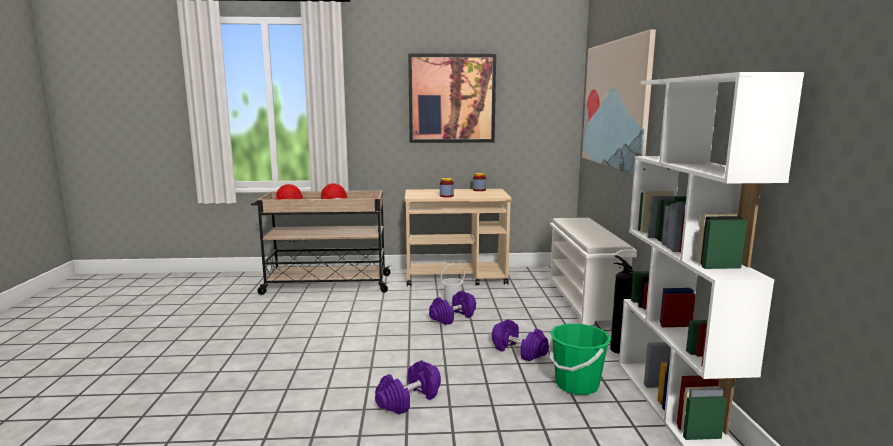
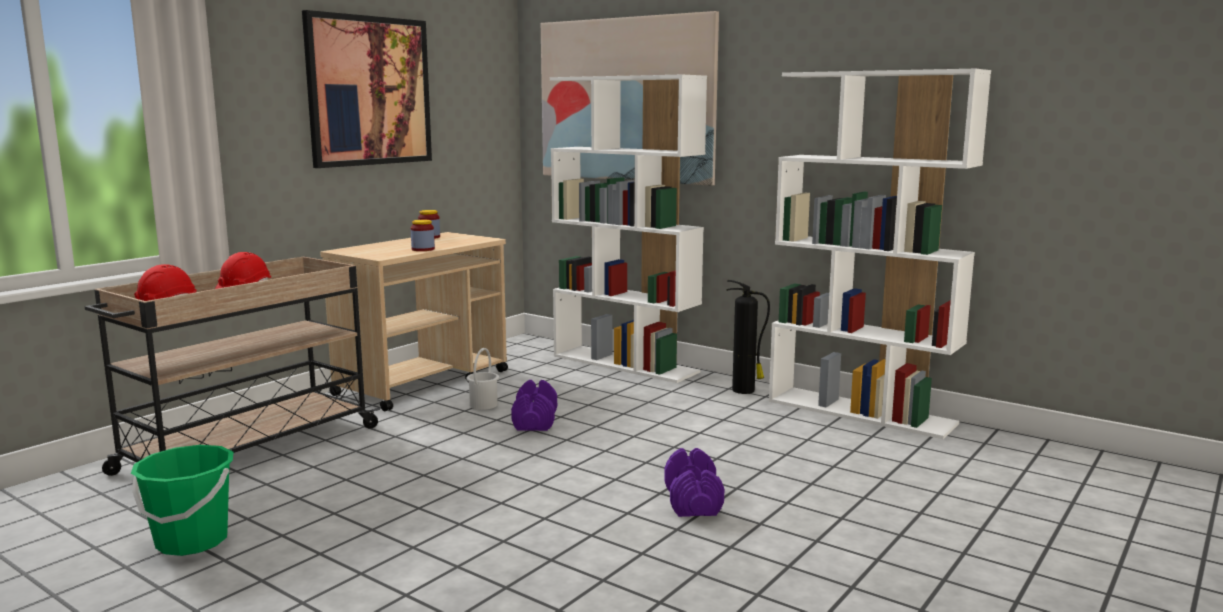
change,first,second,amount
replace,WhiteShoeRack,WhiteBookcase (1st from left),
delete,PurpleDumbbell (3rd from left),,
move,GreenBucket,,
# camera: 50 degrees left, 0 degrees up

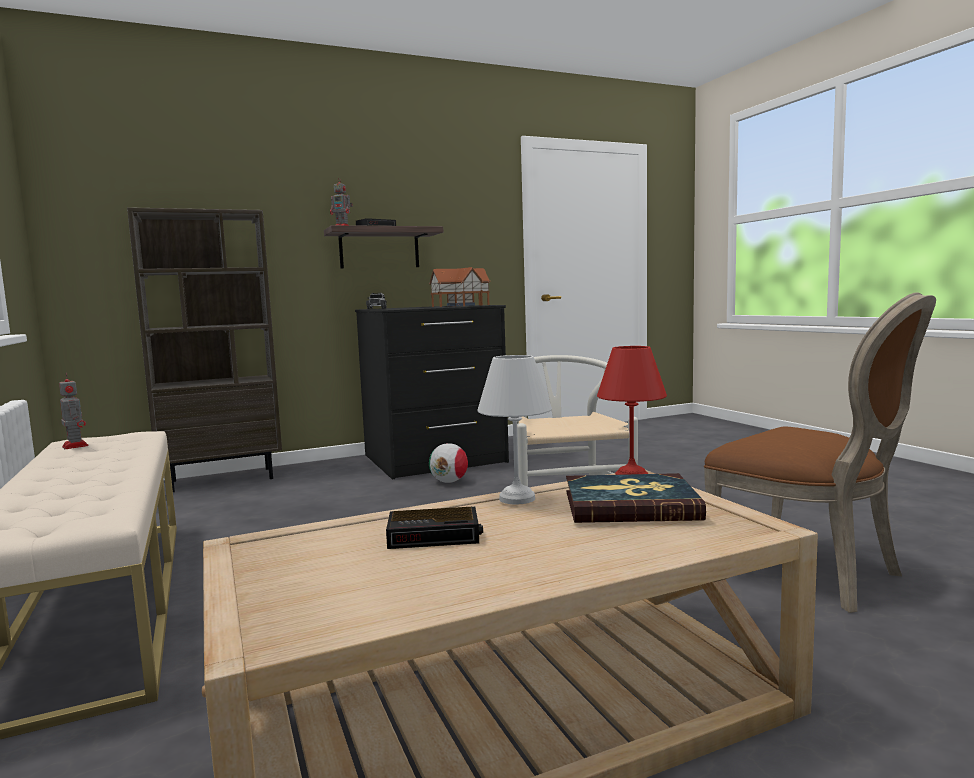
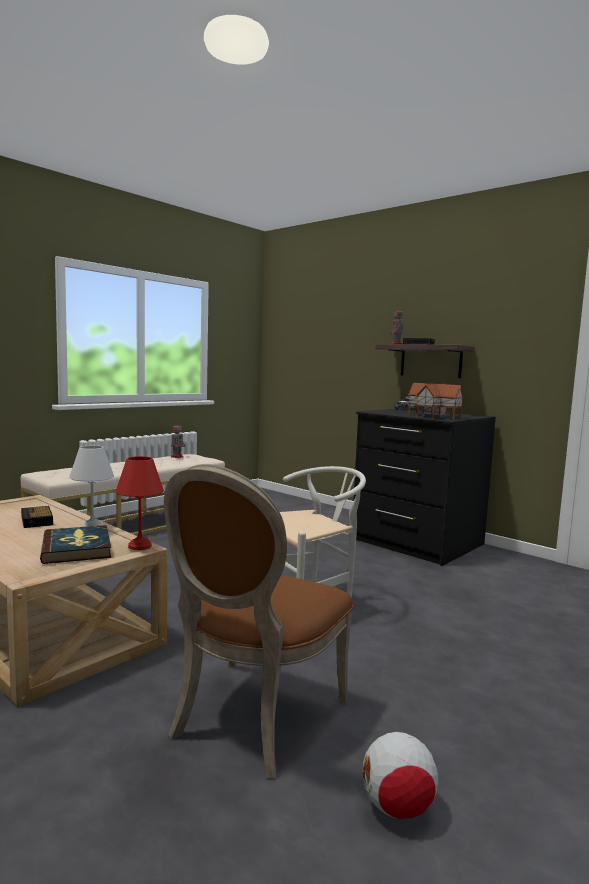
change,first,second,amount
delete,BrownBookcase,,
move,Football,,
# camera: 65 degrees right, 0 degrees up

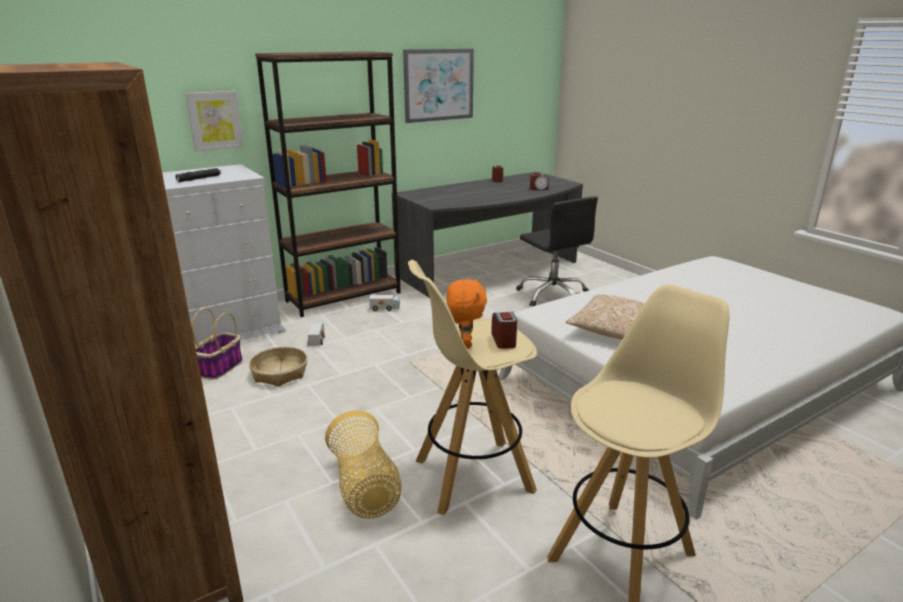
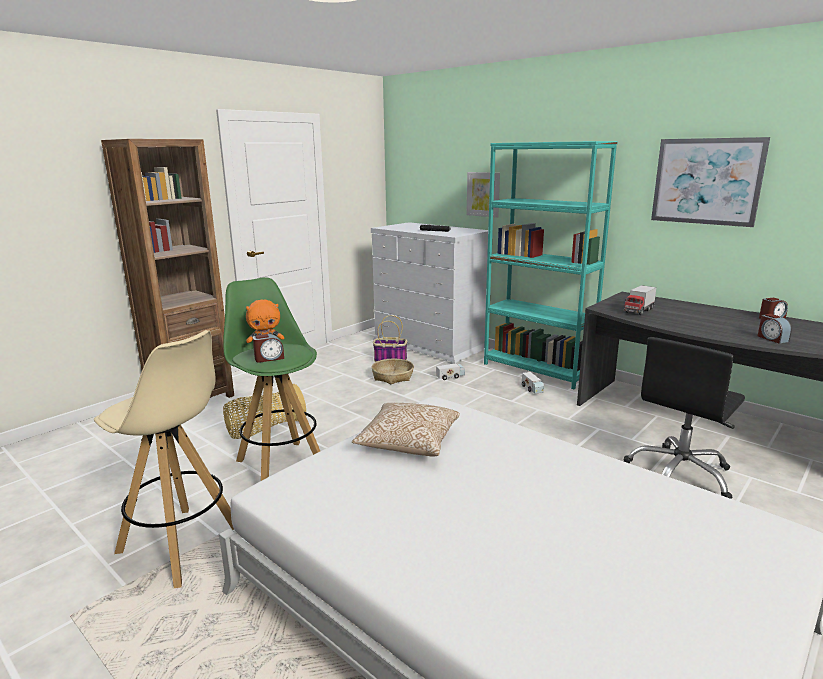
change,first,second,amount
recolor,BrownBookcase (2nd from left),TurquoiseBookcase,
recolor,BeigeStool (1st from left),GreenStool,
insert,,ToyTruck (3rd from left),
# camera: 75 degrees right, 5 degrees down

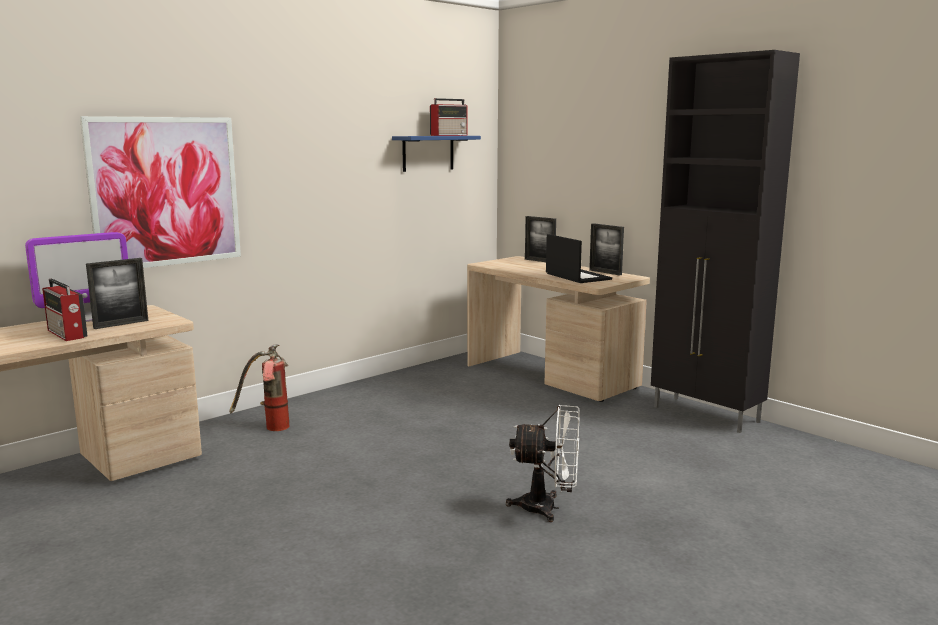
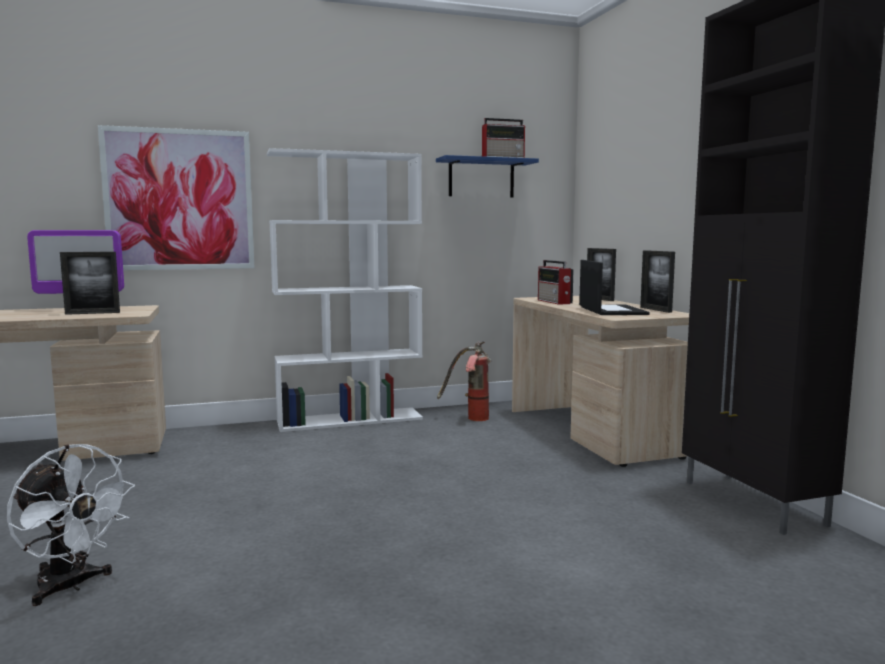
change,first,second,amount
move,Radio (1st from left in the first image),Radio (2nd from left),
move,FireExtinguisher,,
move,WhiteFan,,
insert,,WhiteBookcase,
# camera: 25 degrees right, 5 degrees down

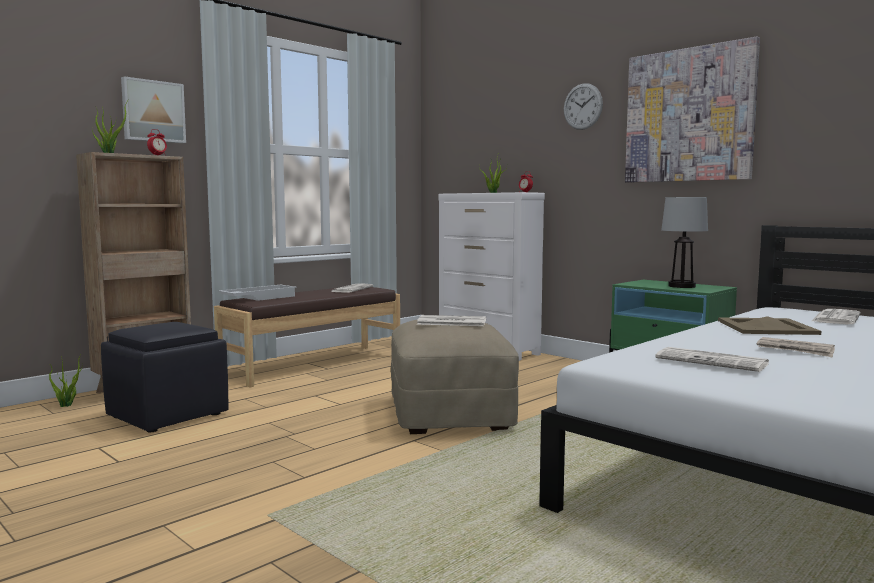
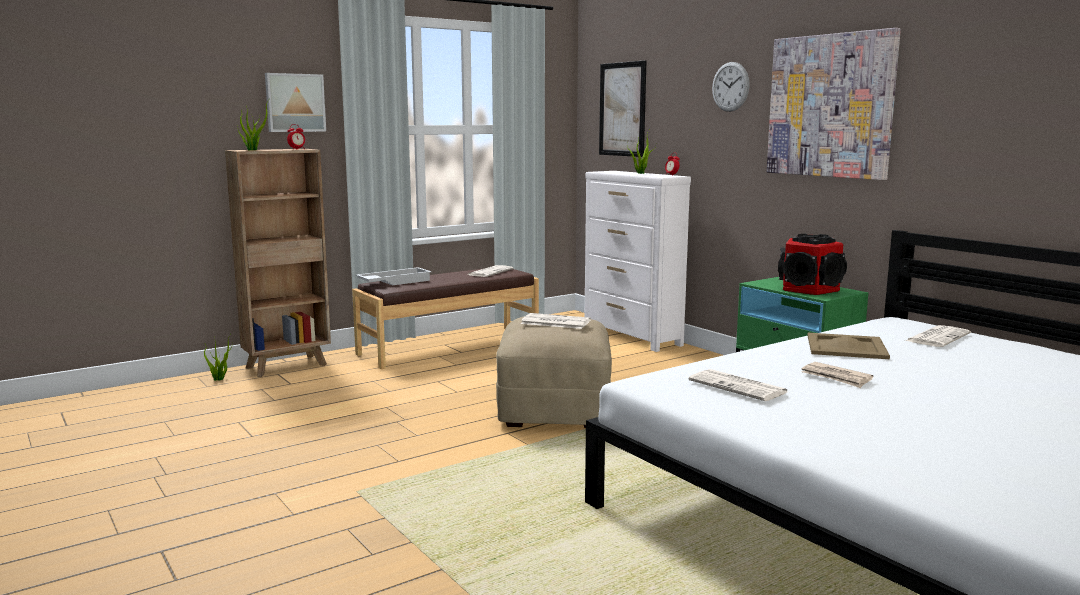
change,first,second,amount
replace,TableLamp,Speaker,
delete,BlackOttoman,,
insert,,Picture (2nd from left),
# camera: 10 degrees right, 5 degrees up

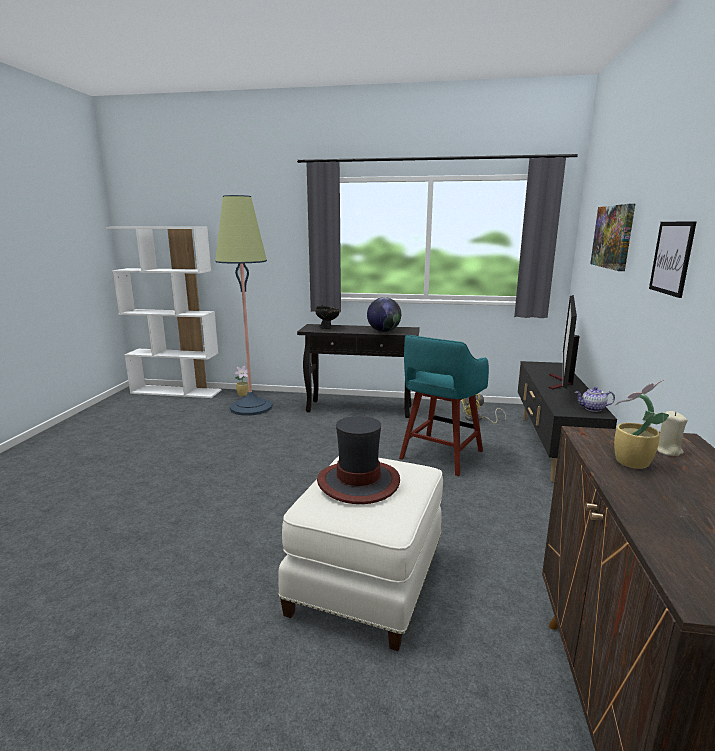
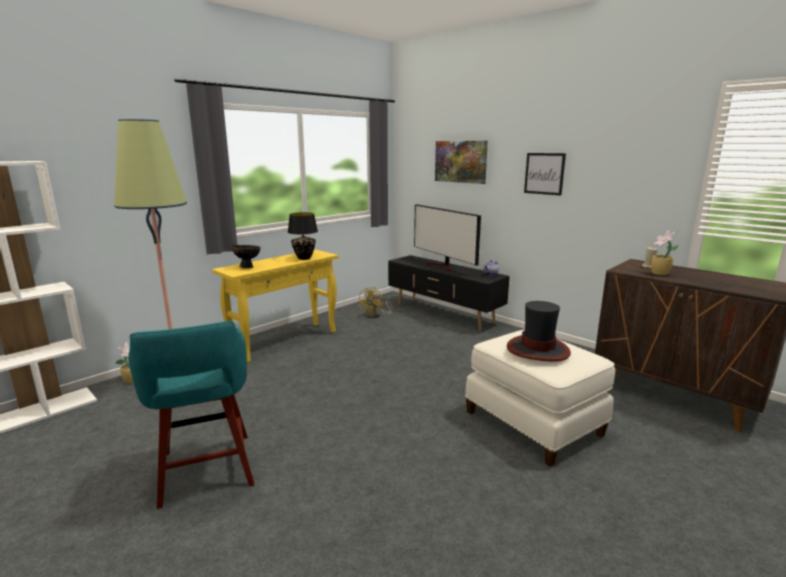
change,first,second,amount
replace,Globe,BlackTableLamp,
recolor,BlackConsoleTable,YellowConsoleTable,
move,TurquoiseStool,,
# camera: 55 degrees left, 0 degrees up

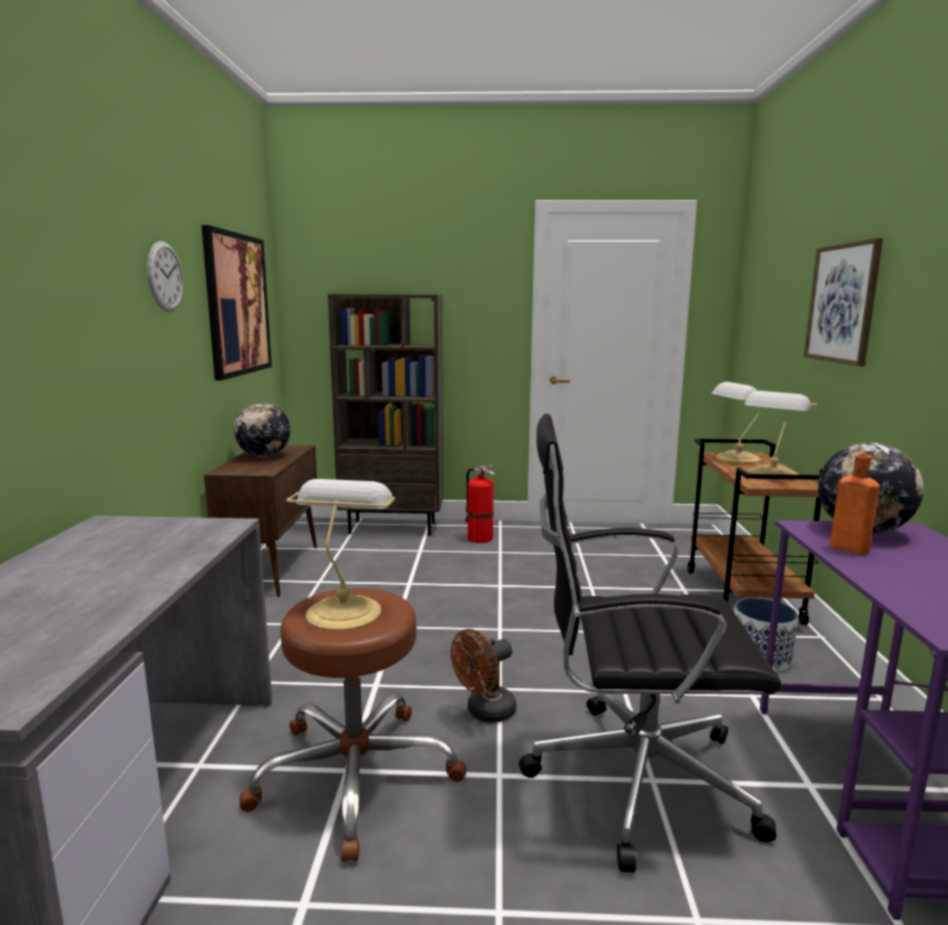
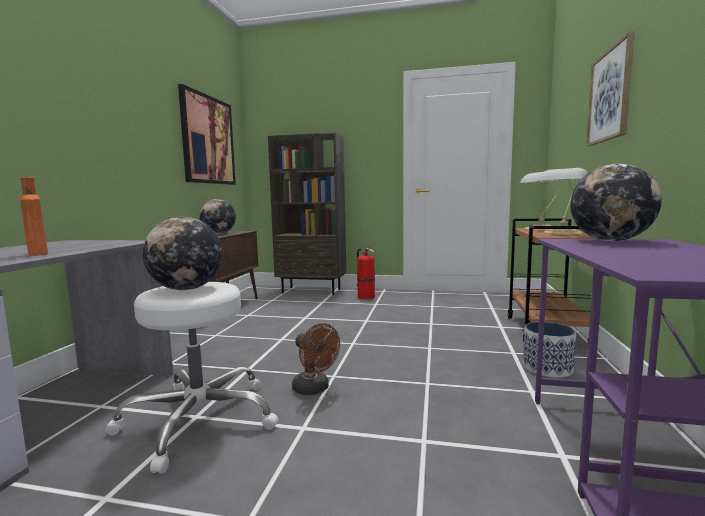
change,first,second,amount
delete,WallClock,,
delete,BlackOfficeChair,,
move,OrangeBottle,,
replace,TableLamp (1st from left),Globe (1st from left),
recolor,BrownStool,WhiteStool,
rotate,BrownFan,,105 degrees counterclockwise
# camera: 10 degrees right, 5 degrees down

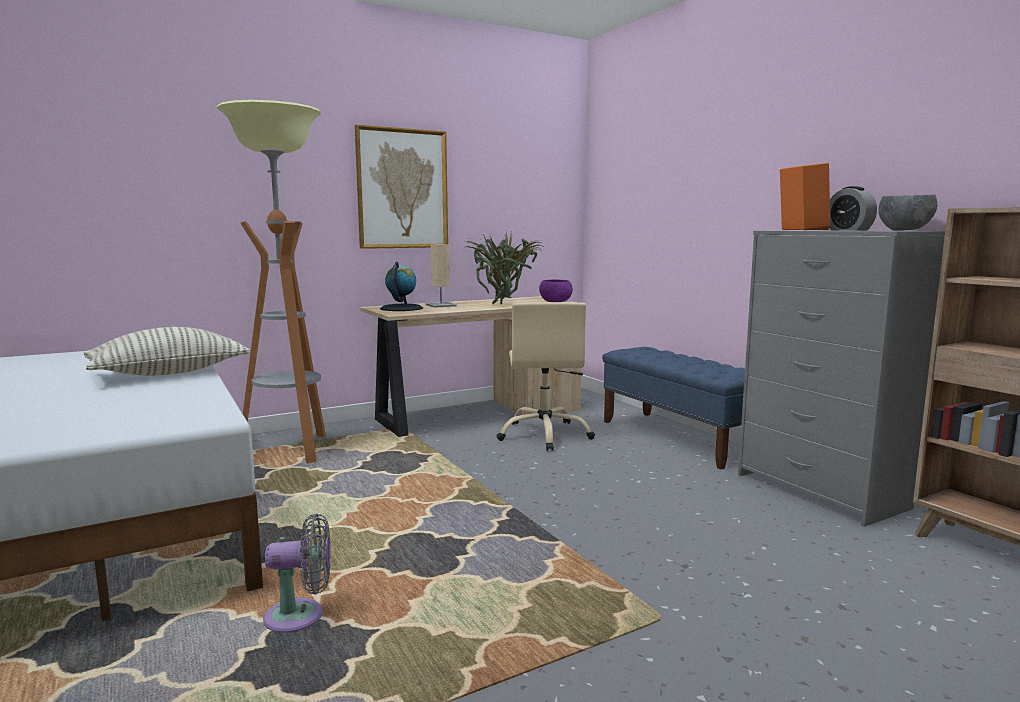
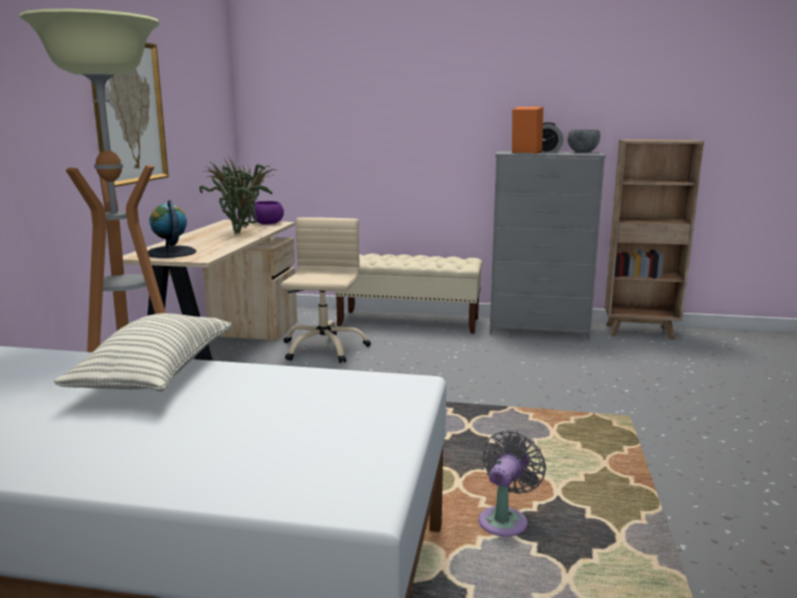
change,first,second,amount
delete,BeigeTableLamp,,
rotate,BeigeOfficeChair,,120 degrees counterclockwise
recolor,BlueBench,BeigeBench,
# camera: 50 degrees left, 5 degrees up

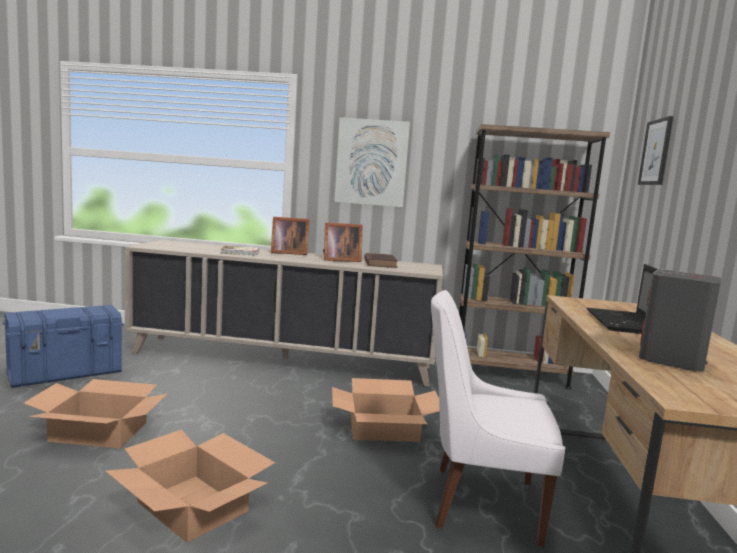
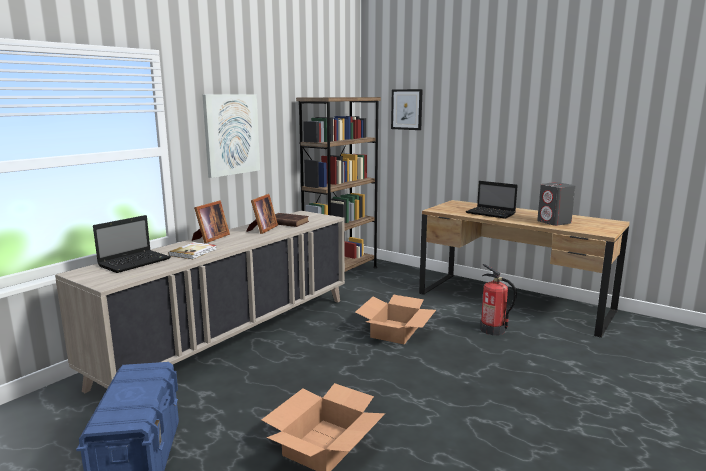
change,first,second,amount
replace,WhiteChair,FireExtinguisher,
delete,CardboardBox (2nd from left),,
insert,,Laptop (1st from left),
# camera: 60 degrees left, 5 degrees up

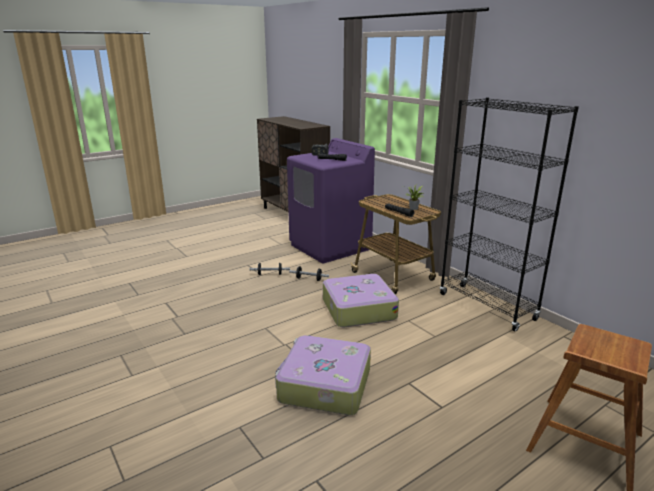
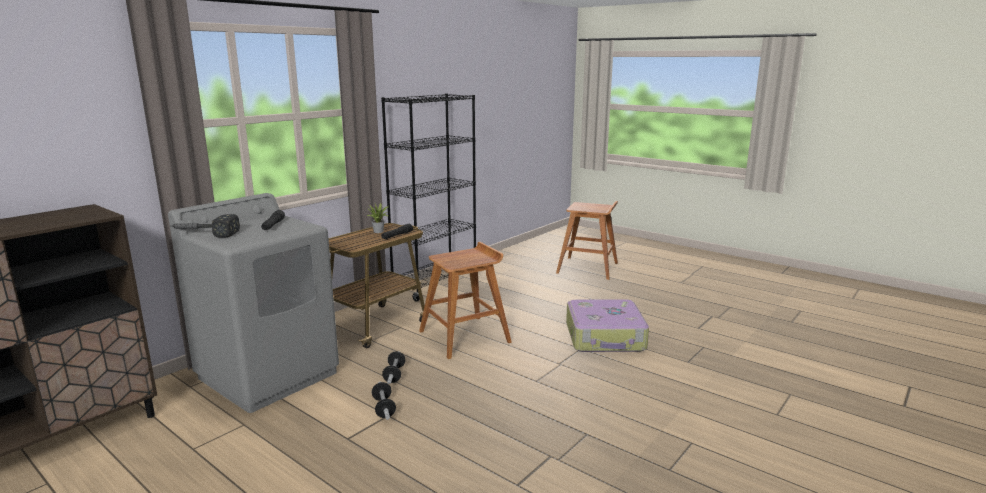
change,first,second,amount
recolor,PurpleWashingMachine,GreyWashingMachine,
replace,Suitcase (2nd from left),BrownStool (1st from left),
# camera: 105 degrees left, 5 degrees down

